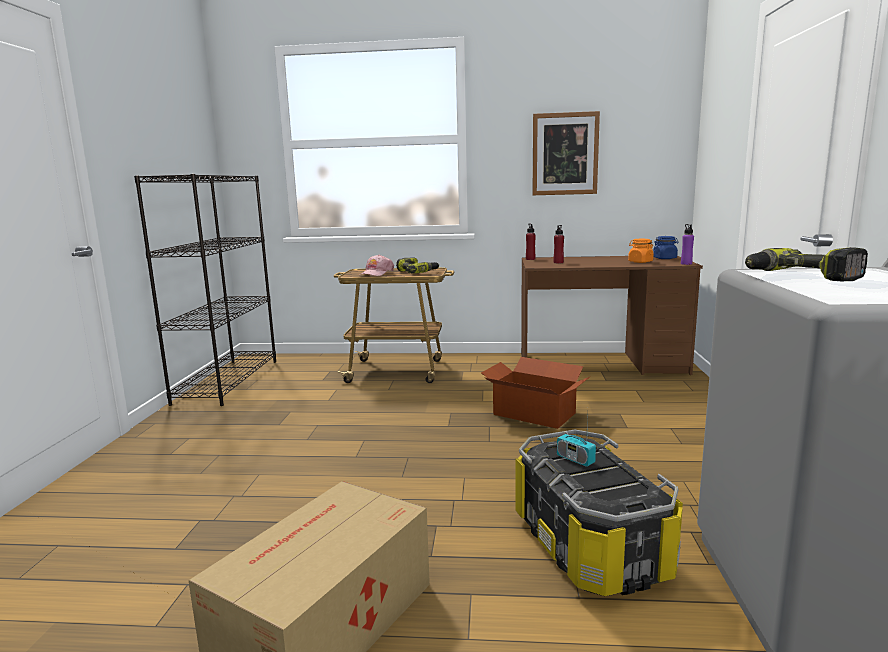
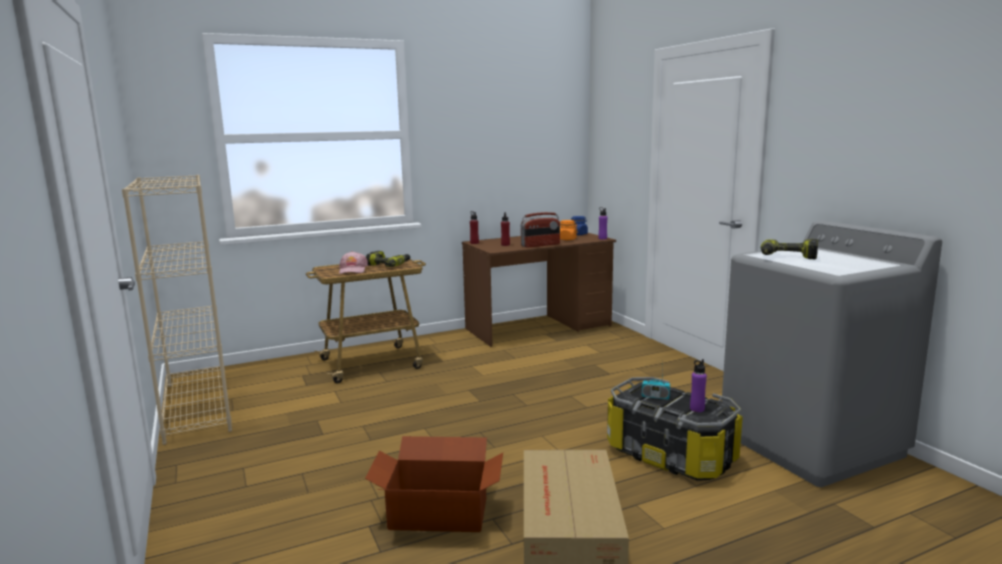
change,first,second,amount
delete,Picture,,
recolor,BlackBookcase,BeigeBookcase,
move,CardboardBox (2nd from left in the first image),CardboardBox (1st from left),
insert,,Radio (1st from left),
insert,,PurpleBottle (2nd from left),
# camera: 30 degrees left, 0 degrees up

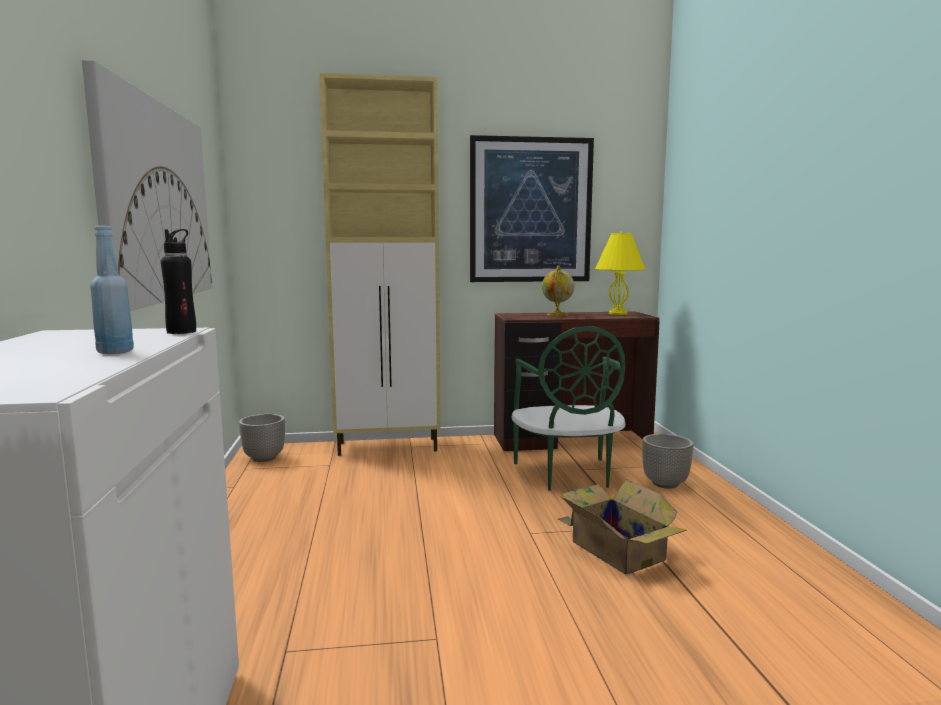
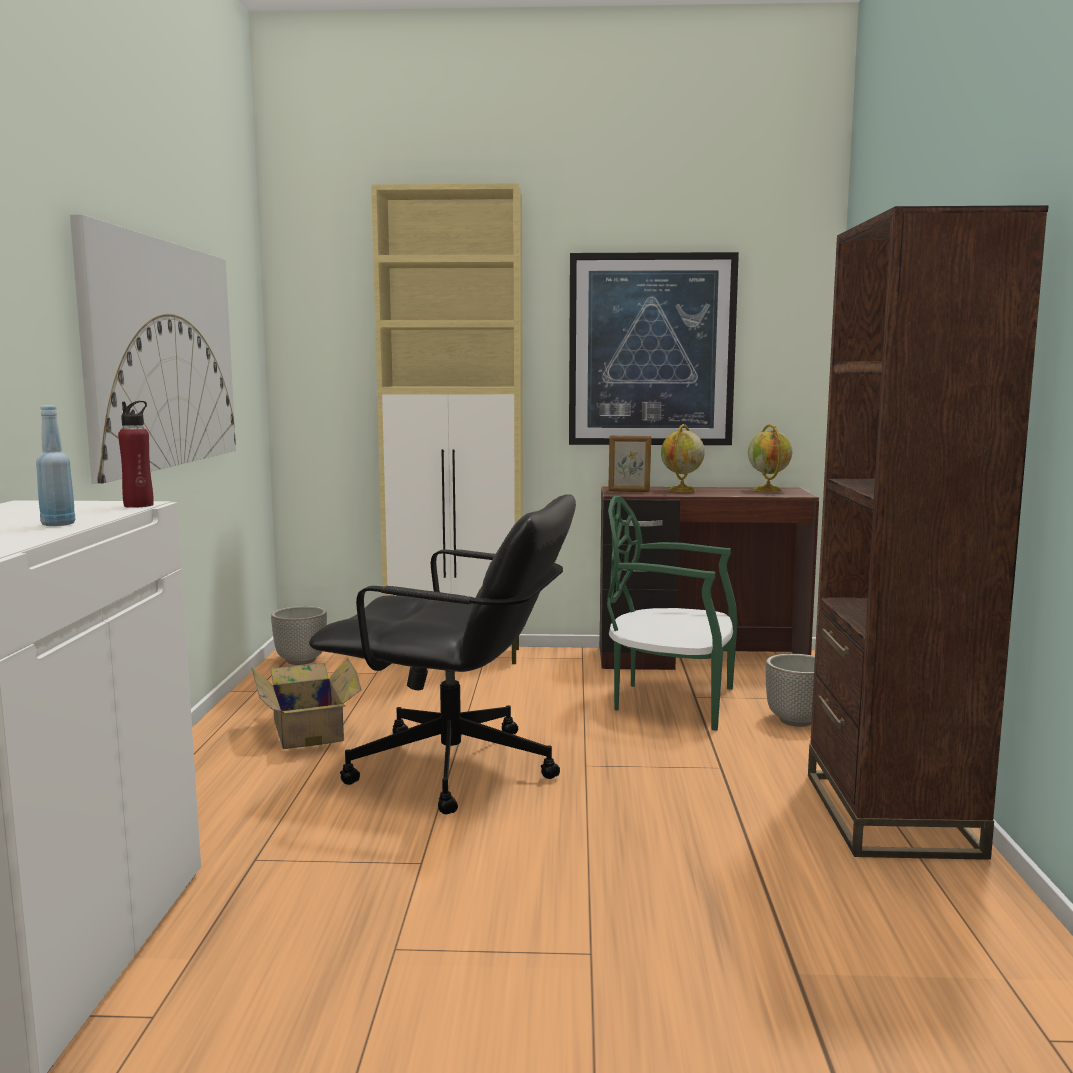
change,first,second,amount
recolor,BlackBottle,RedBottle,
replace,YellowTableLamp,Globe (2nd from left),
rotate,GreenChair,,105 degrees clockwise
move,CardboardBox,,
insert,,BrownBookcase,
insert,,PictureFrame,
insert,,BlackOfficeChair,
# camera: 10 degrees right, 0 degrees up

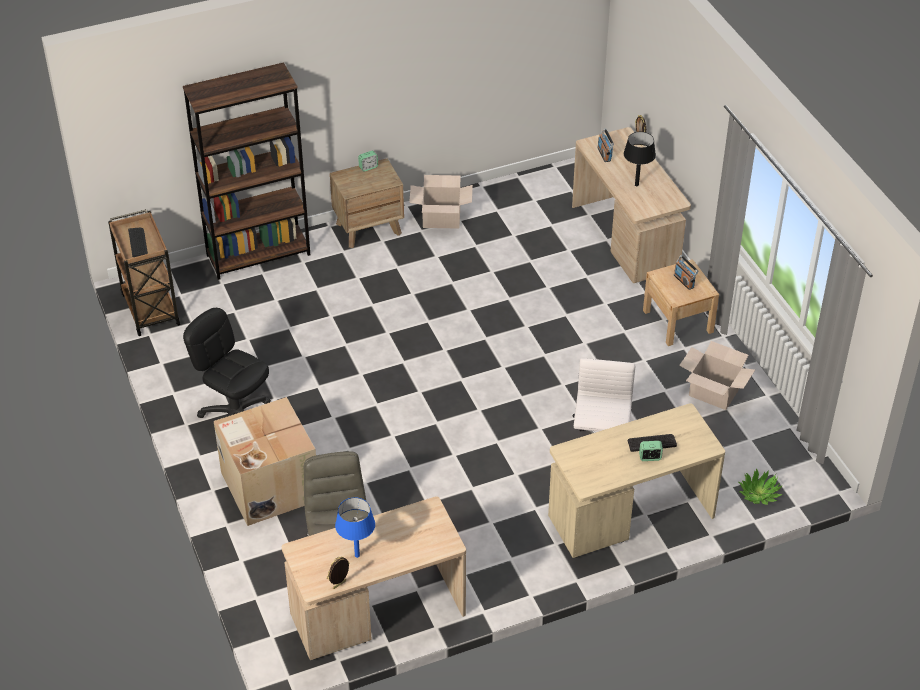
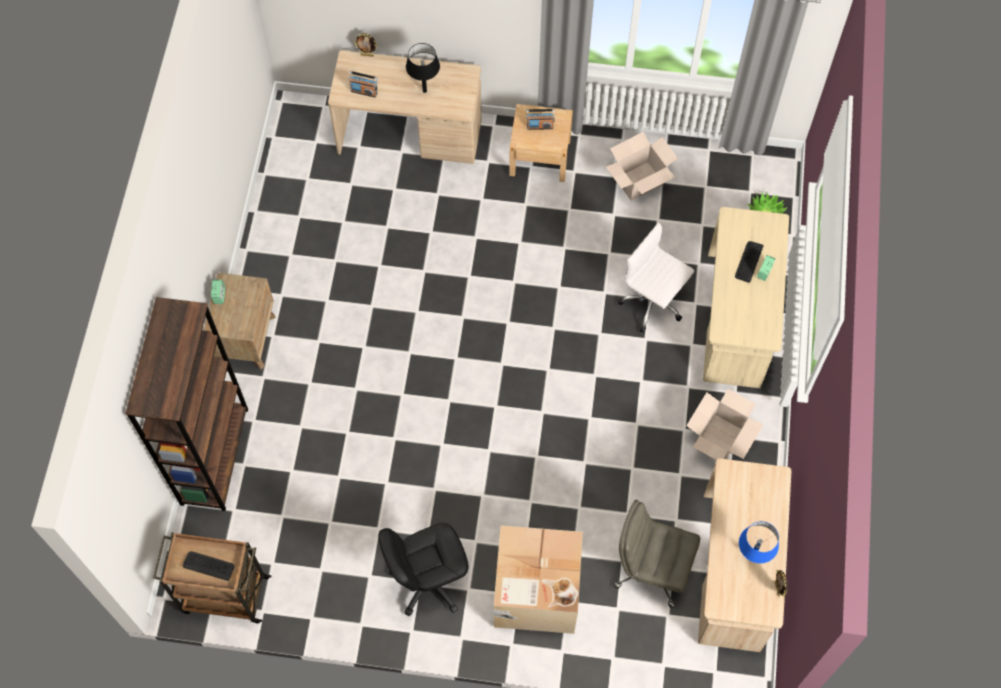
change,first,second,amount
move,CardboardBox (2nd from left in the first image),CardboardBox (3rd from left),
# camera: 60 degrees left, 20 degrees up

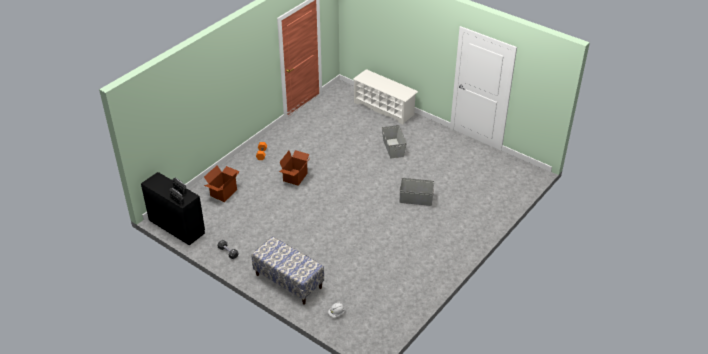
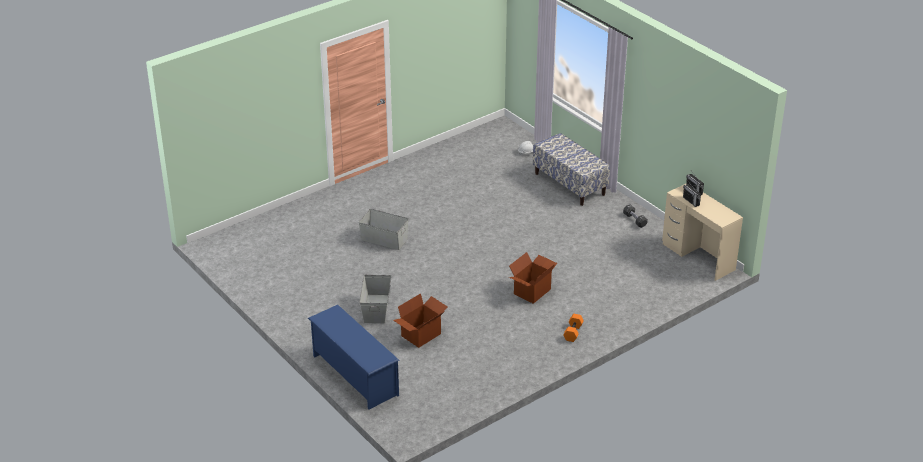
change,first,second,amount
recolor,WhiteShoeRack,BlueShoeRack,
move,CardboardBox (1st from left),,
recolor,BlackDesk,BeigeDesk,
# camera: 165 degrees left, 5 degrees down

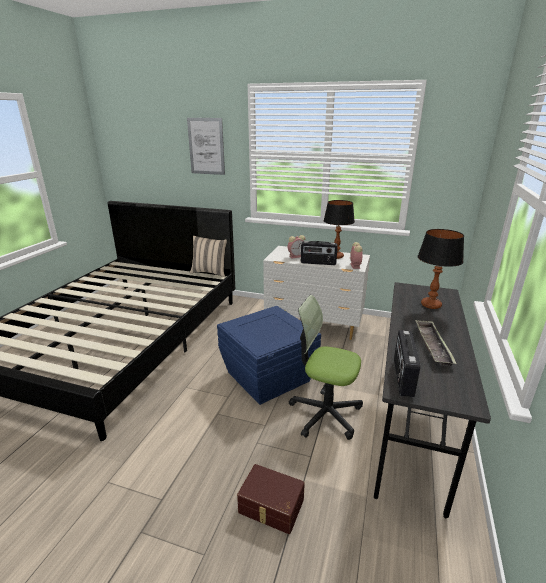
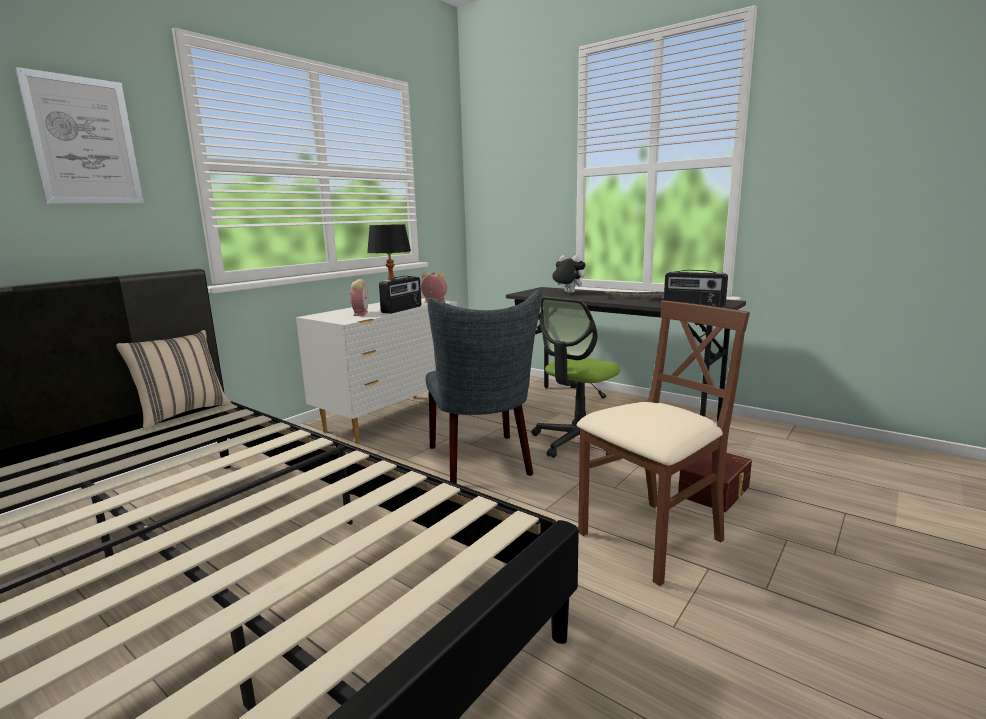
change,first,second,amount
replace,TableLamp (2nd from left),PlushToy,
replace,BlueStorageBox,GreyChair,
insert,,BrownChair,
# camera: 70 degrees left, 10 degrees down

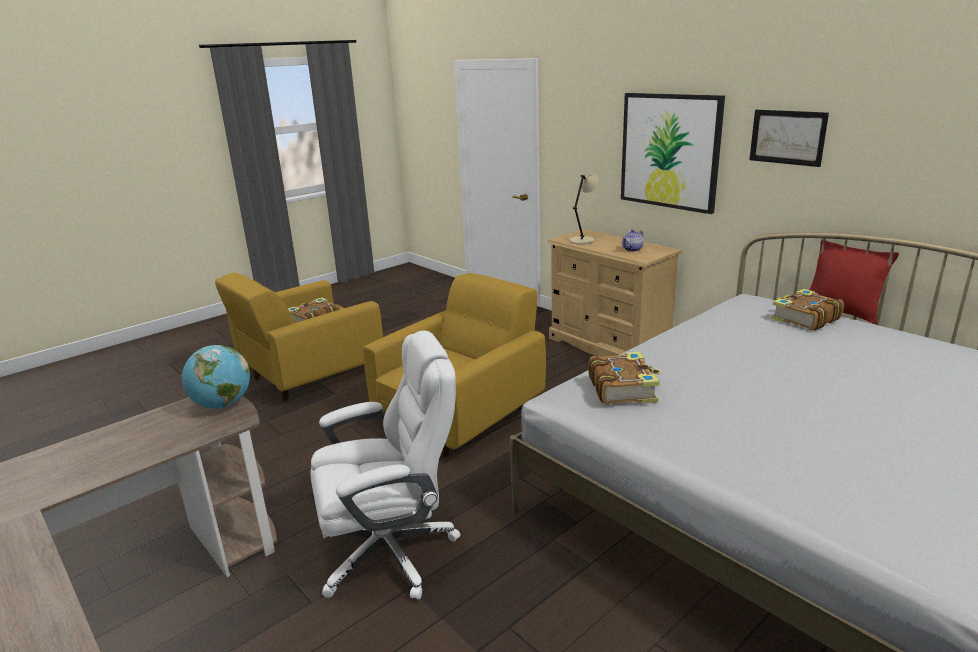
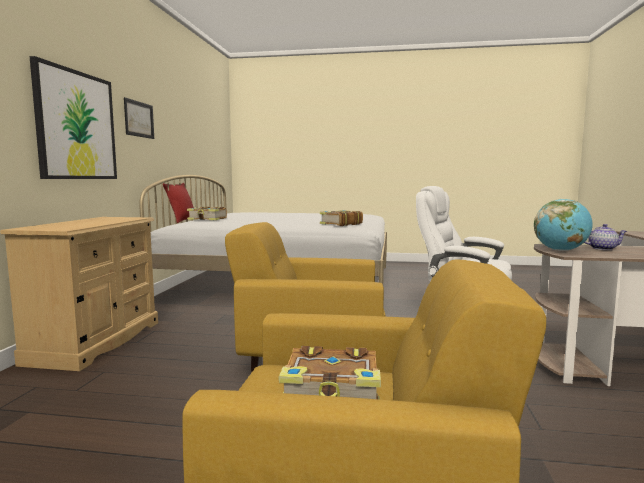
change,first,second,amount
delete,BeigeTableLamp,,
move,Teapot,,
# camera: 130 degrees left, 15 degrees down

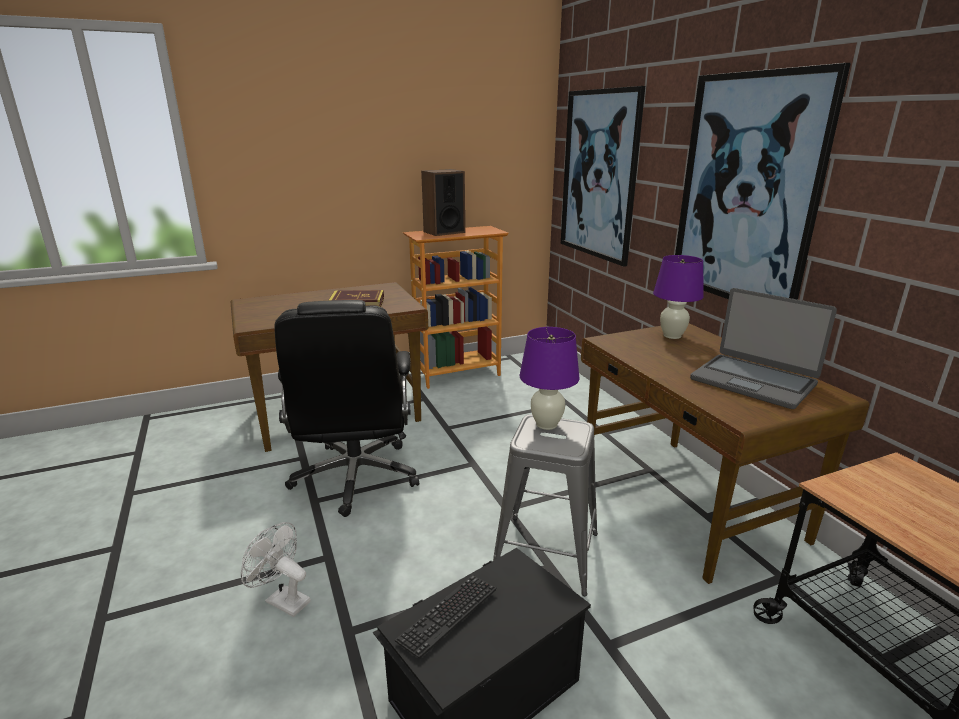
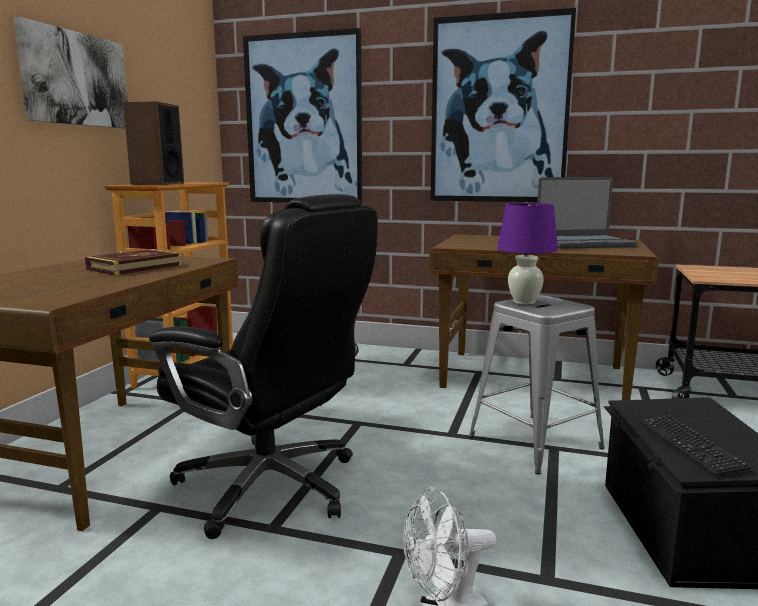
change,first,second,amount
delete,PurpleTableLamp (2nd from left),,
insert,,Picture (1st from left),
# camera: 50 degrees left, 10 degrees down

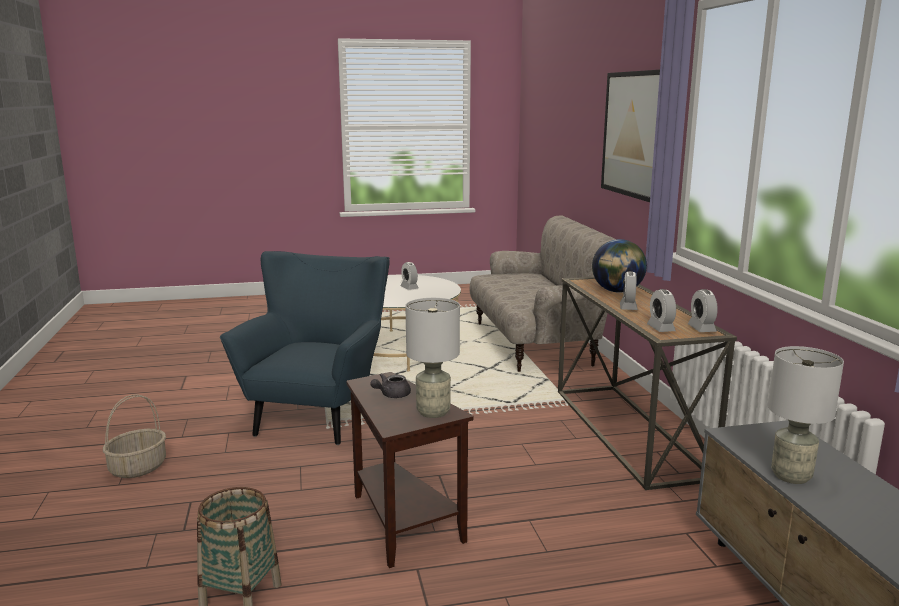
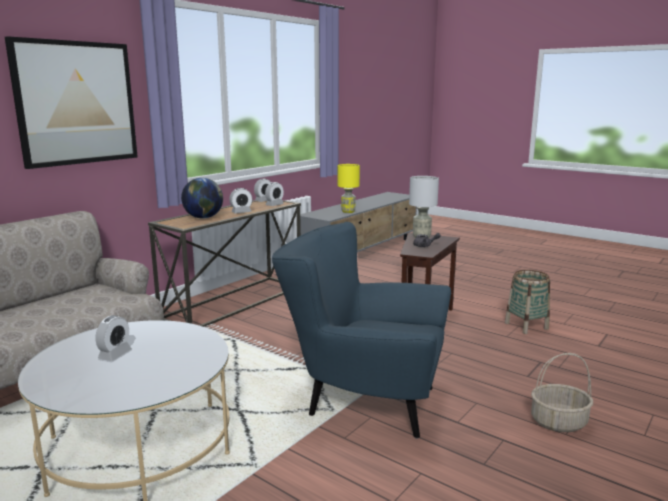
change,first,second,amount
rotate,BlueArmchair,,45 degrees clockwise
recolor,GreyTableLamp (2nd from left),YellowTableLamp,
# camera: 130 degrees left, 0 degrees up

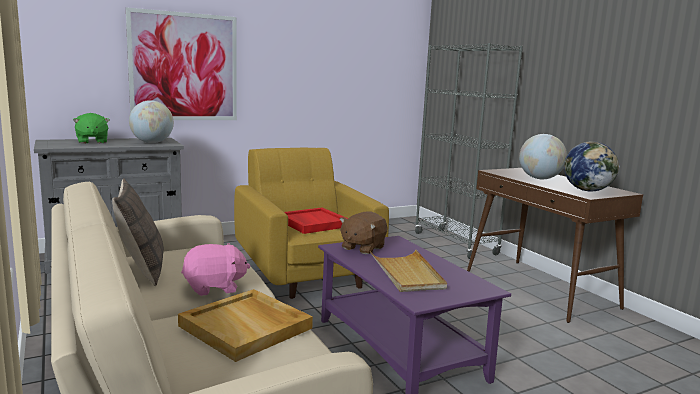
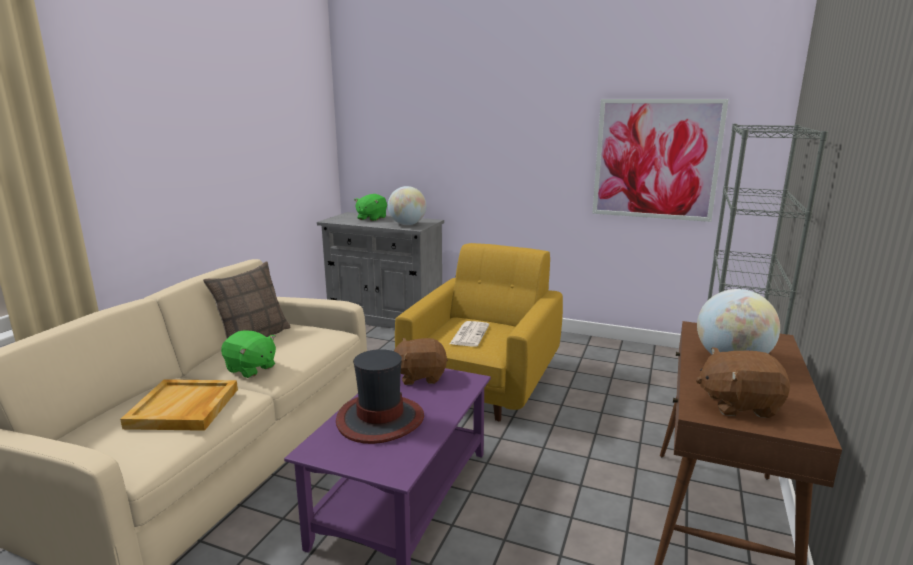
change,first,second,amount
move,Picture,,
replace,Globe (3rd from left),BrownPlushToy (2nd from left),
replace,RedTray,Newspaper,
recolor,PinkPlushToy,GreenPlushToy (1st from left),
replace,BeigeTray (2nd from left),Hat,
# camera: 50 degrees right, 5 degrees up

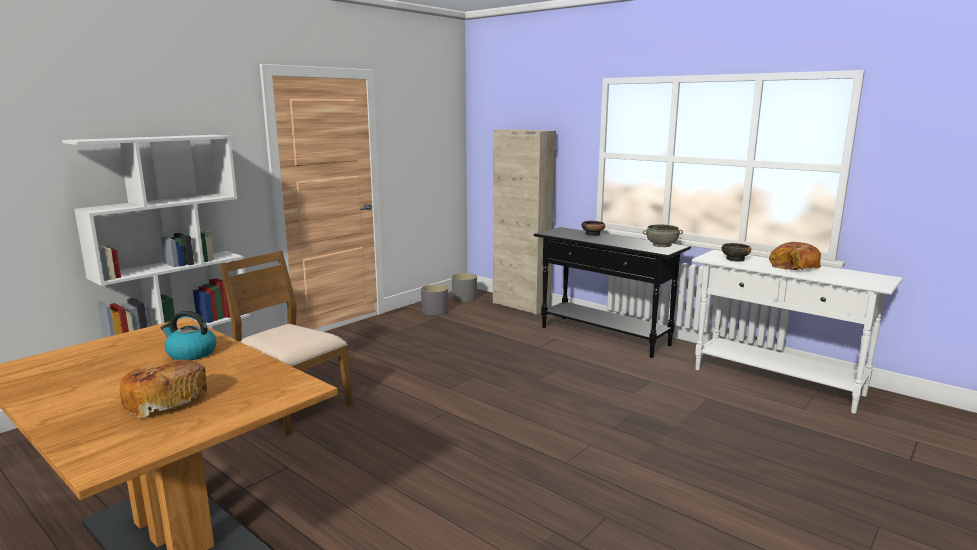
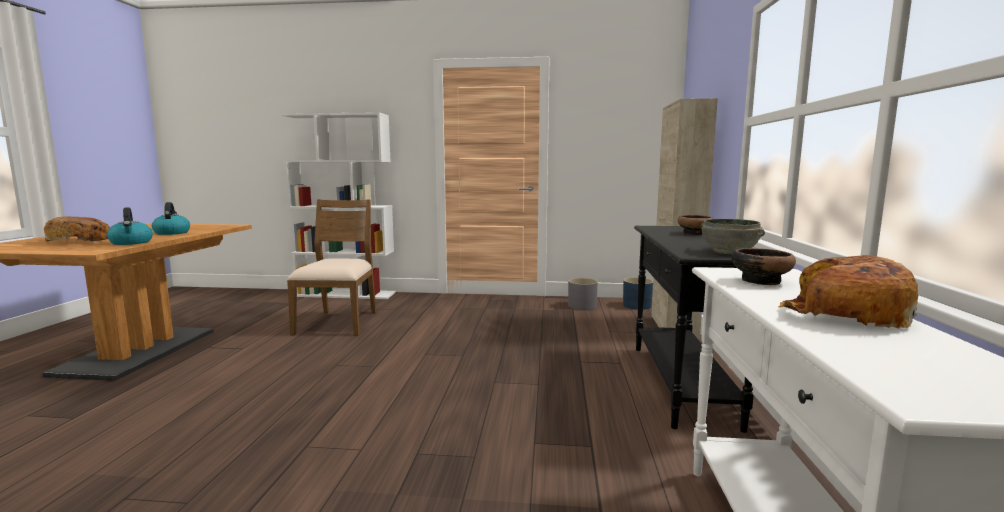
change,first,second,amount
recolor,GreyPlanter (2nd from left),BluePlanter,
insert,,Kettle (1st from left),
# camera: 55 degrees right, 5 degrees down

